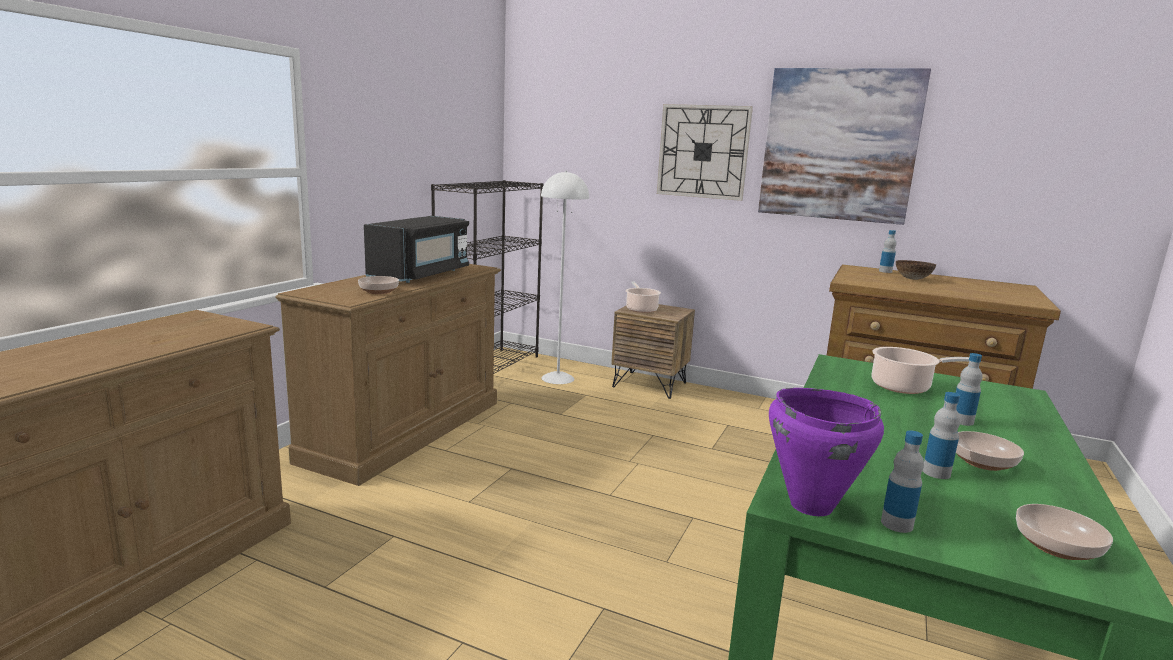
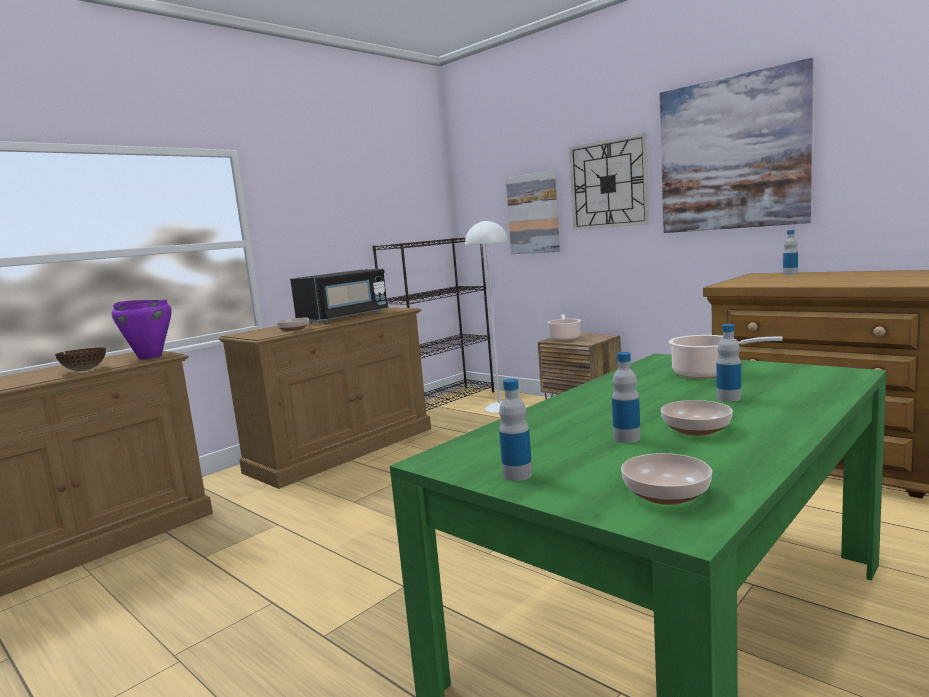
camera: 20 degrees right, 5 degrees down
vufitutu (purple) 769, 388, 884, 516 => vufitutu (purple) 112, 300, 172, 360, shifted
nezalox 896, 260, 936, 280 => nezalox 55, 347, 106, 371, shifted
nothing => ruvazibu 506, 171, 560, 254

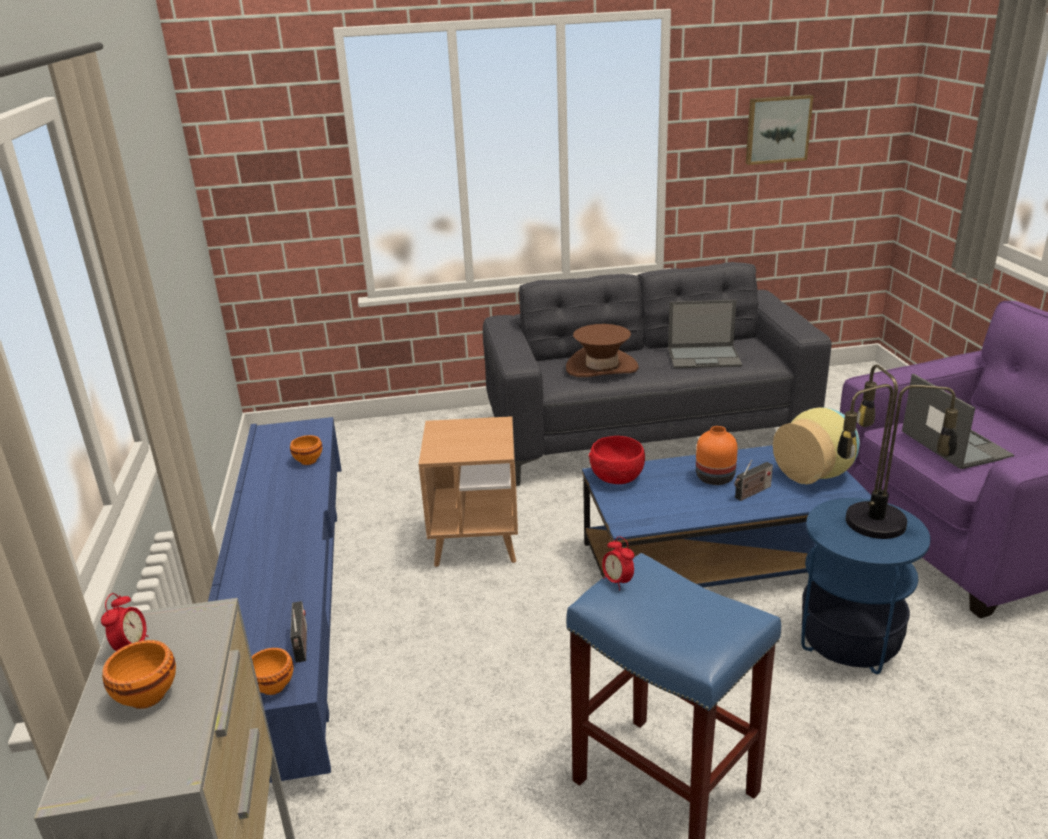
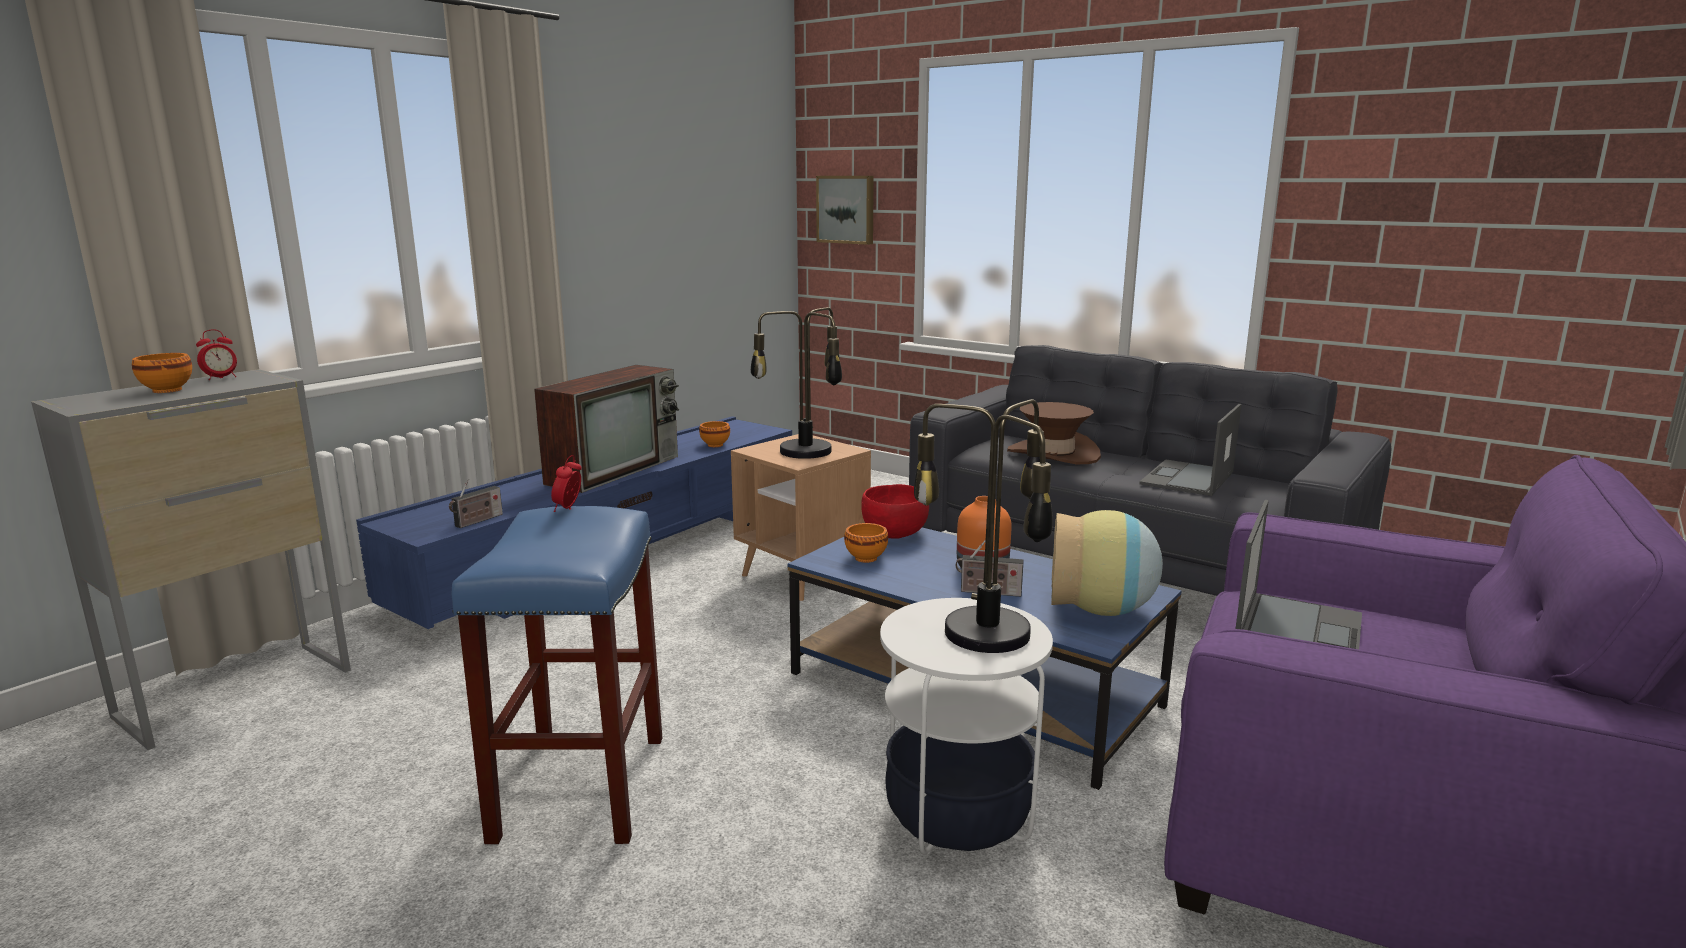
camera: 45 degrees right, 10 degrees down
nezalox (orange) 252, 648, 294, 695 => nezalox (orange) 844, 523, 888, 563, shifted
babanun 668, 300, 742, 369 => babanun 1140, 404, 1241, 496, 75 degrees clockwise
ruvazibu 746, 95, 813, 165 => ruvazibu 816, 176, 874, 245, shifted
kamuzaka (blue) 801, 498, 931, 674 => kamuzaka (white) 880, 598, 1053, 854
nothing => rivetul 534, 365, 679, 493
nothing => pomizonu 751, 307, 842, 459

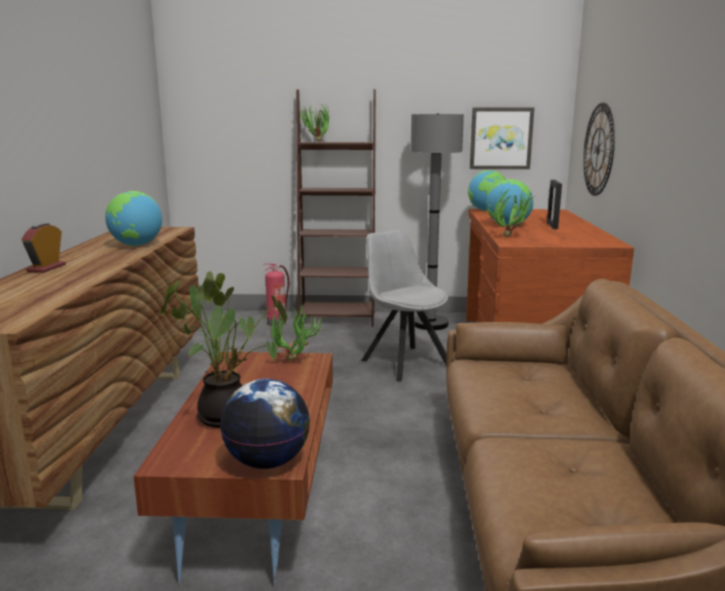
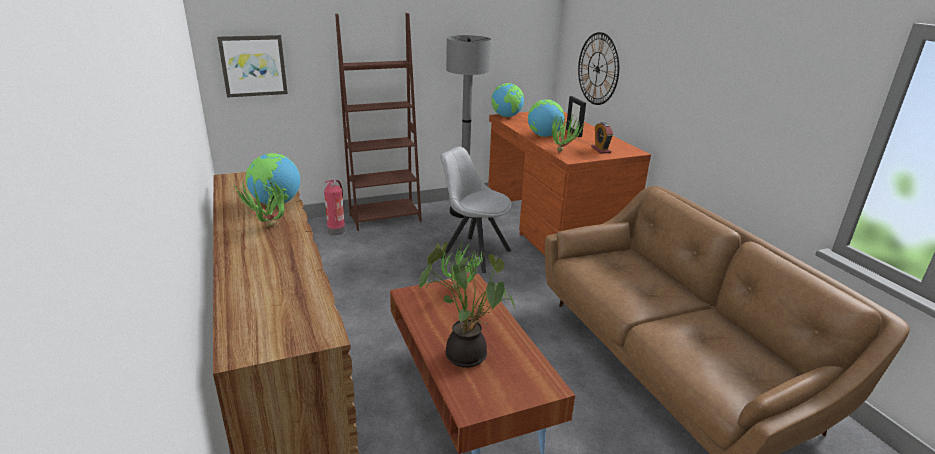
camera: 25 degrees left, 10 degrees up
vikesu 21, 223, 66, 273 => vikesu 591, 122, 613, 154, shifted
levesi 220, 379, 310, 469 => nothing
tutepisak 299, 104, 329, 142 => tutepisak 234, 178, 284, 227, shifted
ruvazibu 470, 107, 534, 169 => ruvazibu 217, 35, 288, 98, shifted

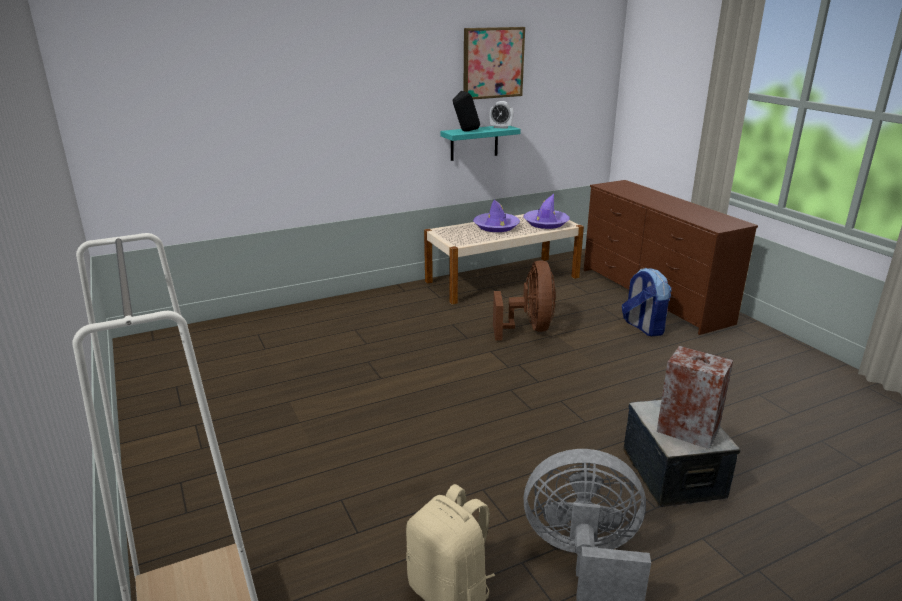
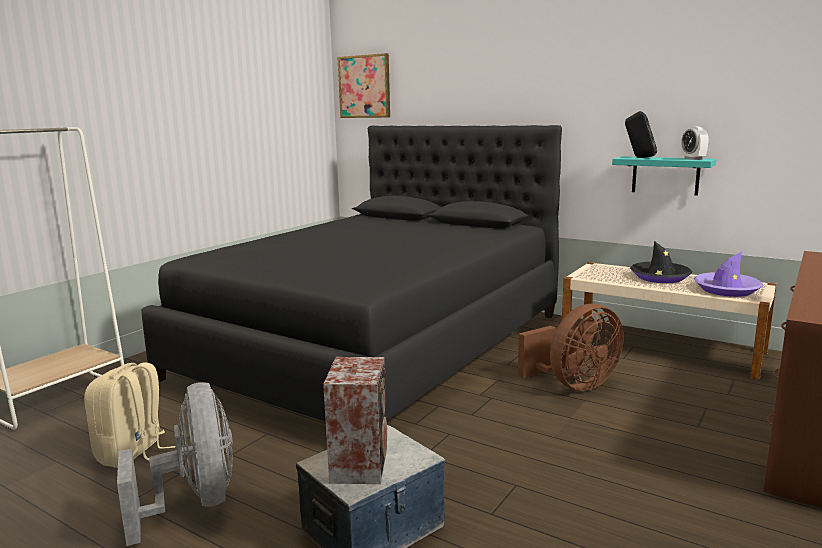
camera: 60 degrees right, 10 degrees down
ruvazibu 463, 27, 525, 100 => ruvazibu 338, 53, 390, 118, shifted
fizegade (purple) 473, 199, 520, 232 => fizegade (black) 630, 241, 692, 283
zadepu 622, 268, 672, 336 => nothing
nothing => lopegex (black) 141, 125, 562, 422

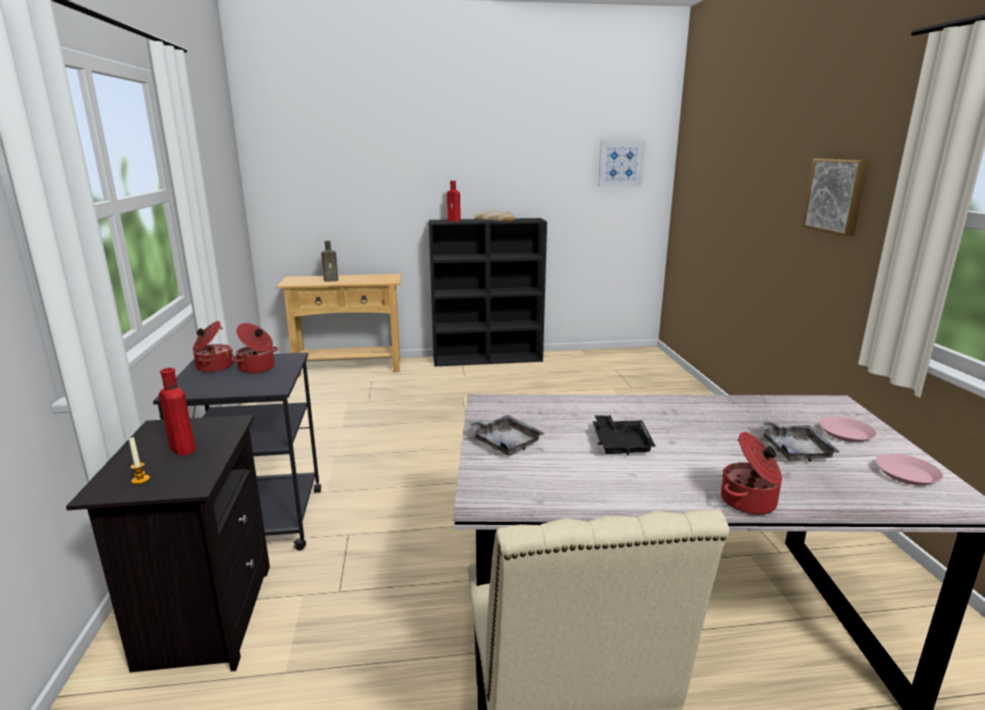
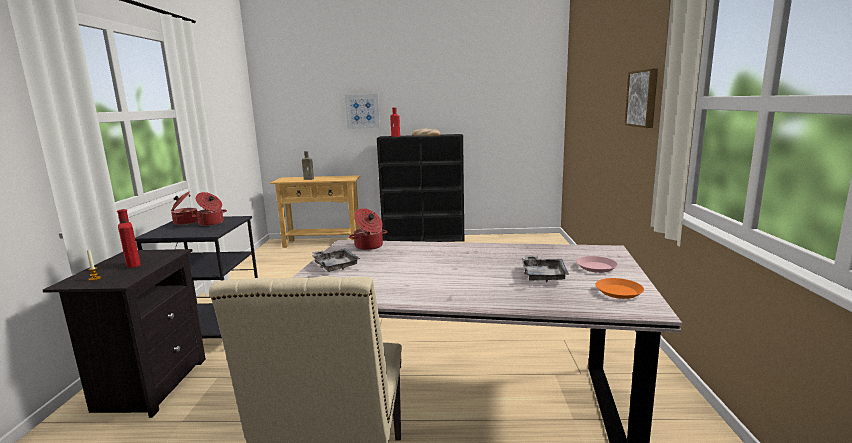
camera: 10 degrees right, 5 degrees down
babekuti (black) 593, 415, 656, 456 => nothing
ruvazibu 598, 140, 645, 187 => ruvazibu 345, 94, 380, 129, shifted
vufitutu 721, 432, 782, 515 => vufitutu 349, 208, 387, 250, shifted
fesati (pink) 875, 454, 943, 485 => fesati (orange) 595, 278, 644, 299

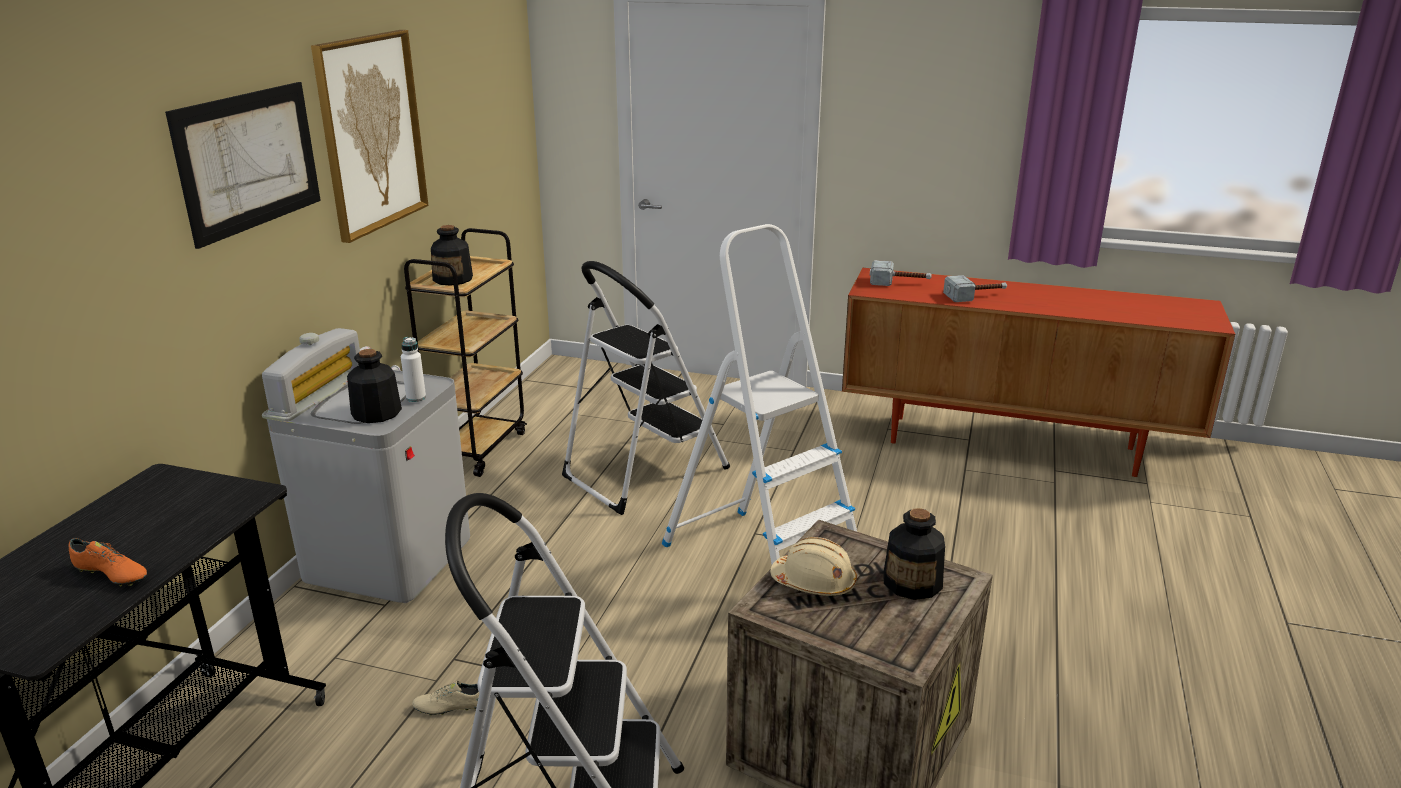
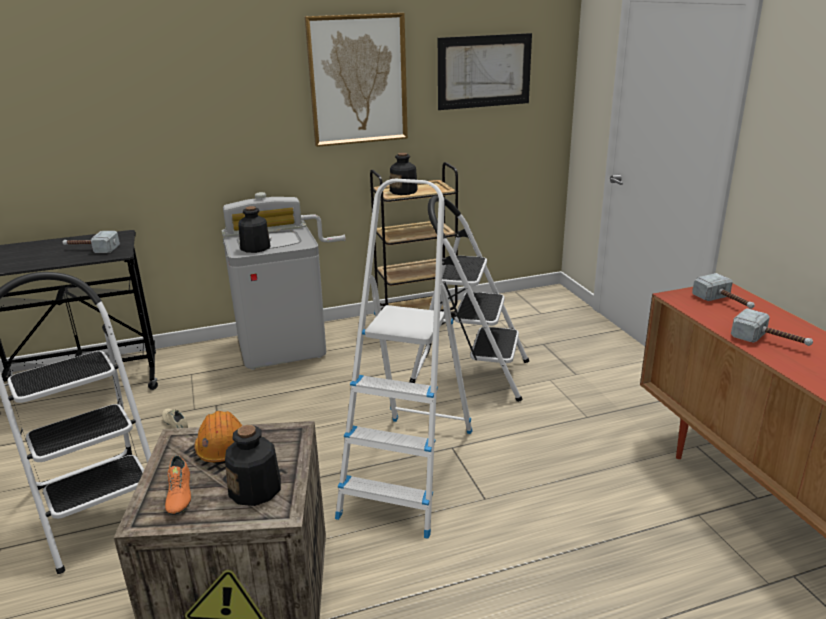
camera: 55 degrees right, 0 degrees up
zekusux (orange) 69, 538, 147, 587 => zekusux (orange) 165, 455, 191, 515, shifted
ruvazibu 165, 82, 321, 249 => ruvazibu 438, 33, 532, 110, shifted
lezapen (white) 401, 337, 426, 402 => nothing
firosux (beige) 770, 537, 857, 596 => firosux (orange) 195, 411, 242, 464
nothing => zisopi 62, 231, 120, 253

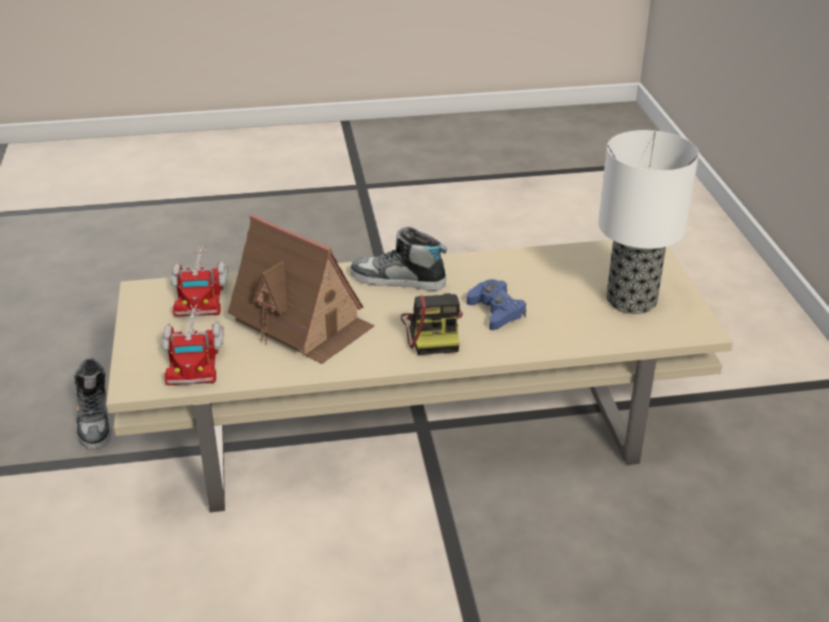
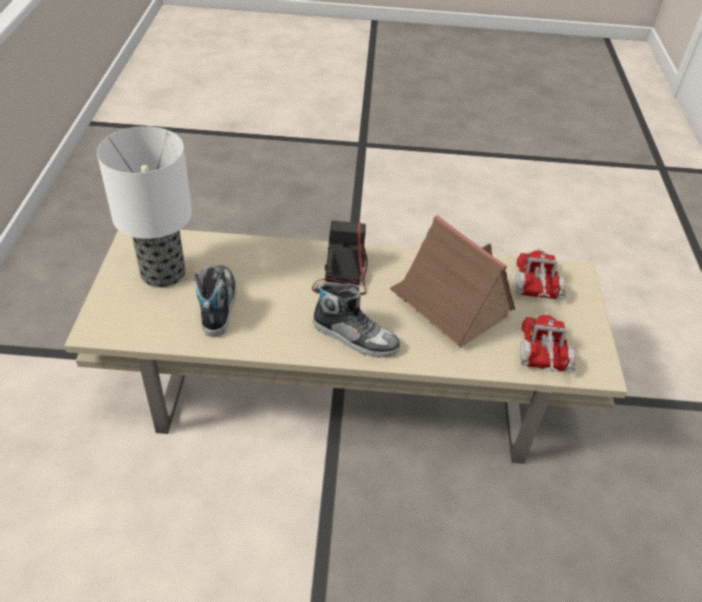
camera: 170 degrees left, 10 degrees up
zekusux 74, 358, 112, 449 => zekusux 194, 265, 236, 337, shifted
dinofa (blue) 467, 279, 526, 330 => nothing

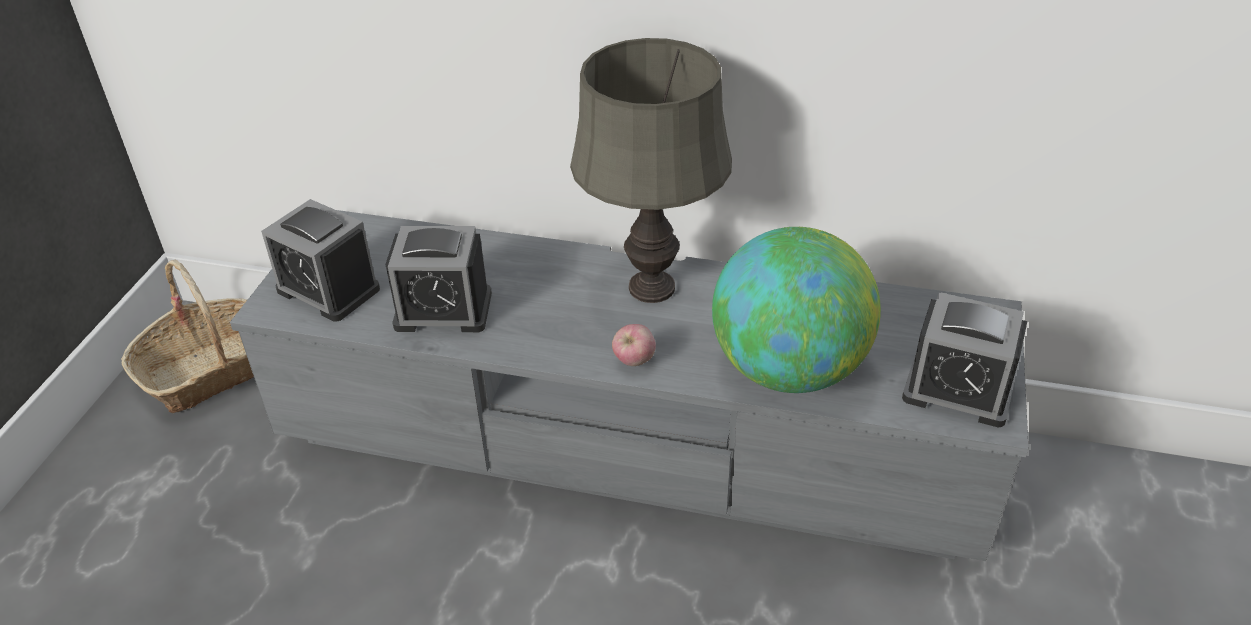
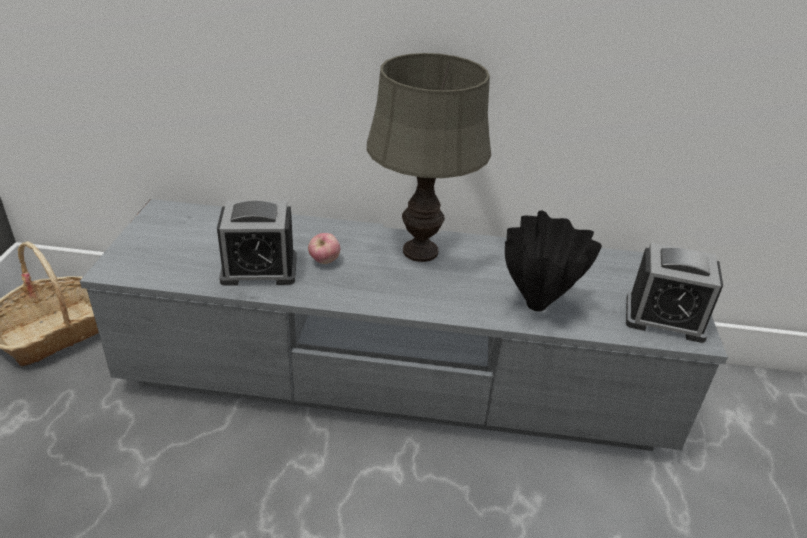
camera: 10 degrees left, 5 degrees down
vikesu 261, 199, 380, 322 => nothing
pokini 612, 324, 656, 366 => pokini 308, 233, 340, 264, shifted
levesi 712, 227, 881, 393 => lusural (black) 505, 210, 602, 311

